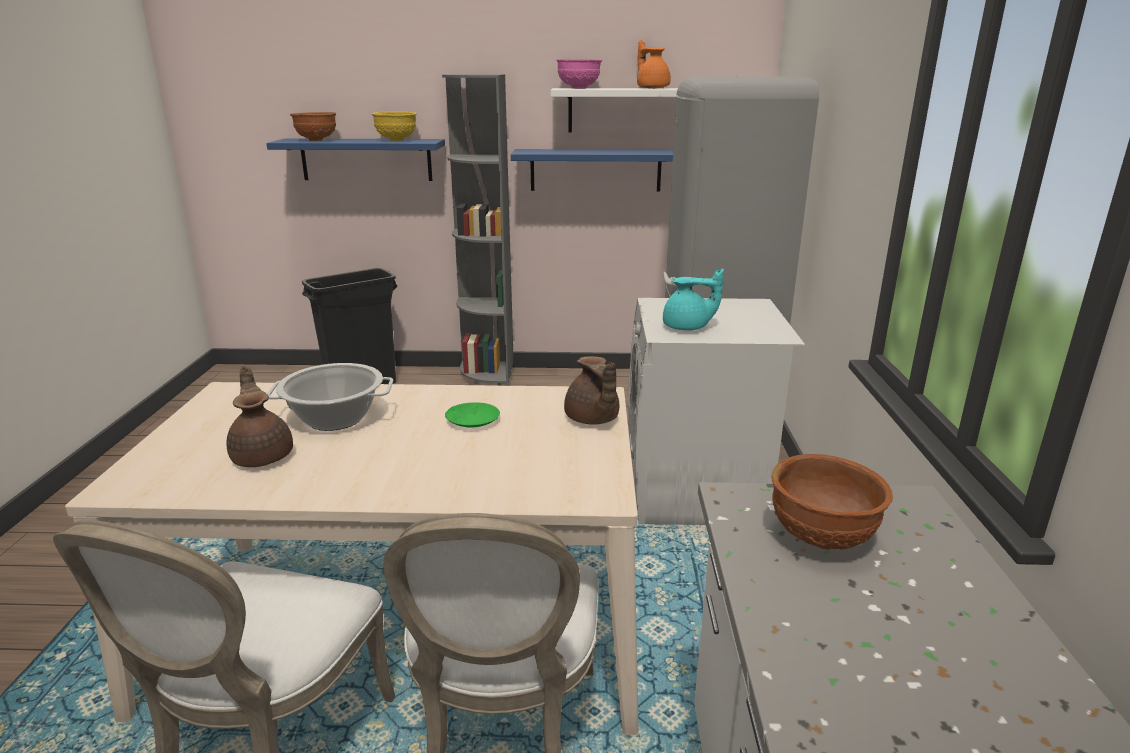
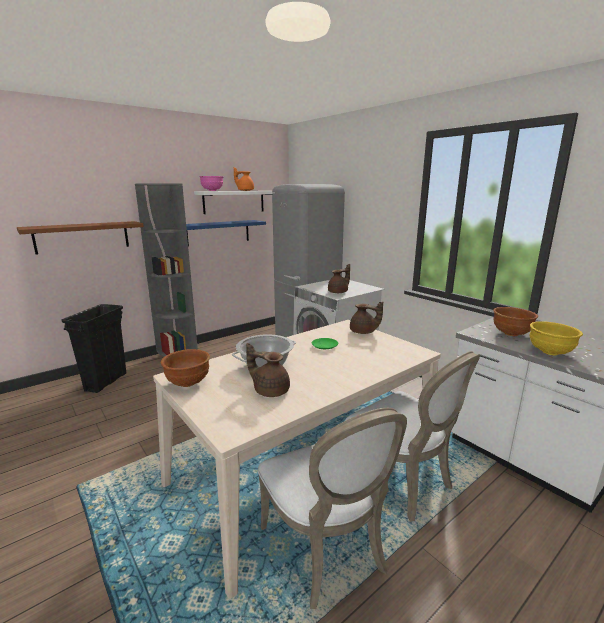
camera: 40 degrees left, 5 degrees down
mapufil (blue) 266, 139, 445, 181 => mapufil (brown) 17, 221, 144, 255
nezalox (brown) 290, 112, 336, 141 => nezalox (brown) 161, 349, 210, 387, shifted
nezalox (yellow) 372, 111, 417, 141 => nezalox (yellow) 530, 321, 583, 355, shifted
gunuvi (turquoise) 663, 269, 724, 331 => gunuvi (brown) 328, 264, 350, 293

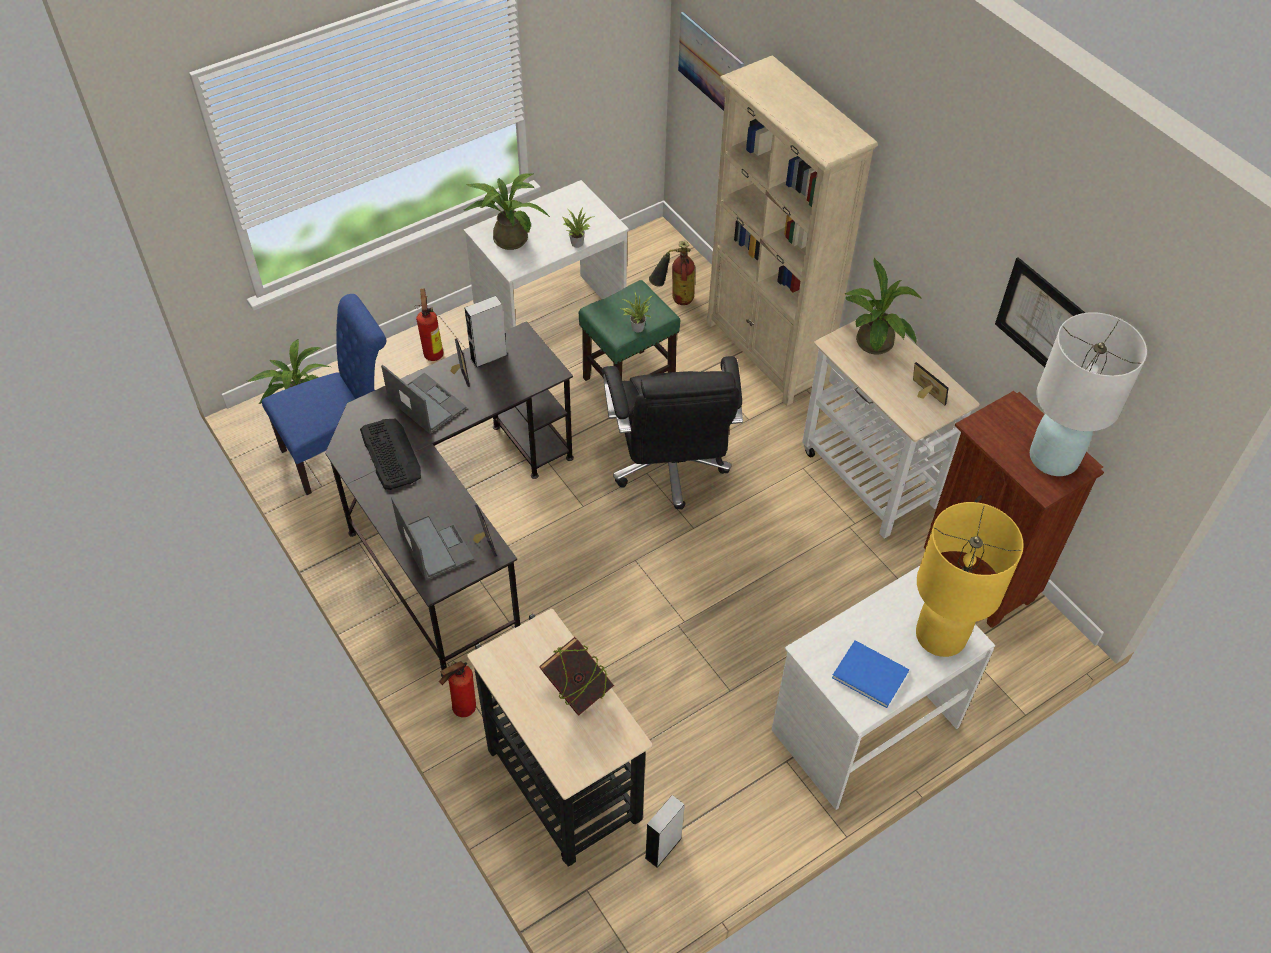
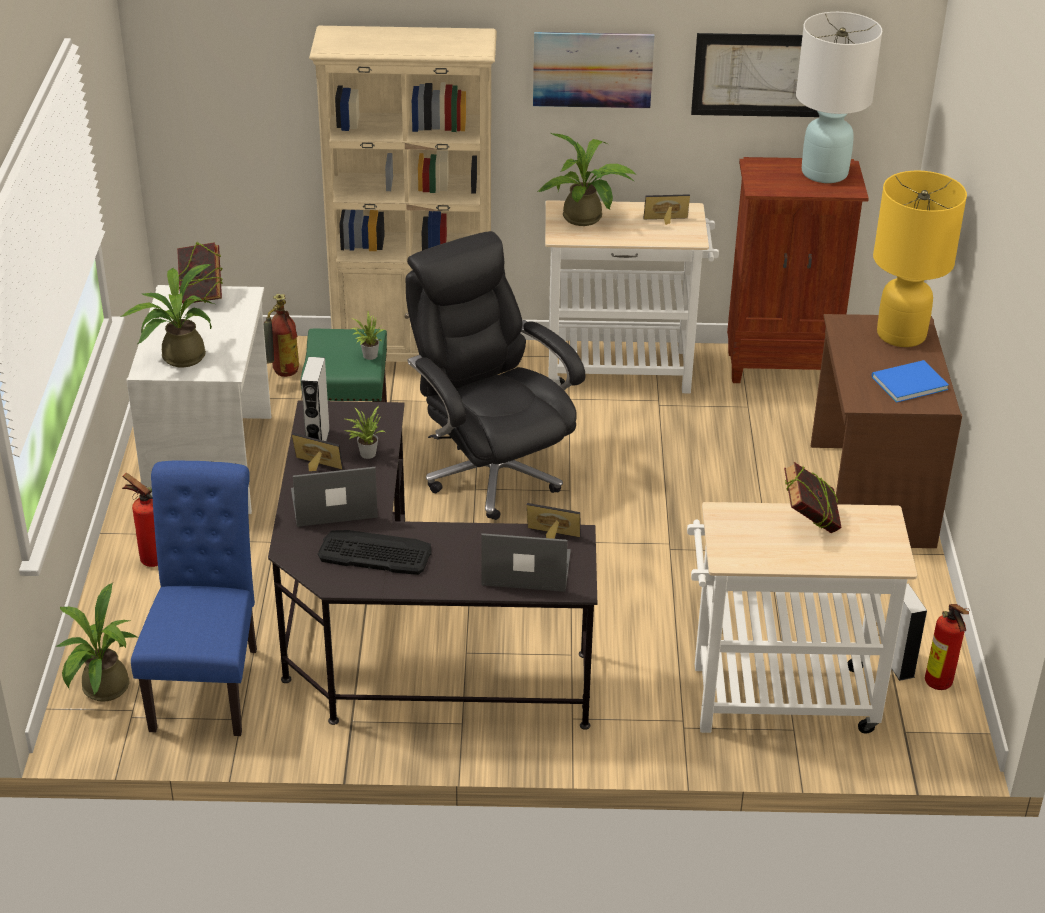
camera: 55 degrees left, 15 degrees down
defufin 439, 661, 476, 717 => defufin 925, 604, 969, 690, shifted
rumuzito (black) 467, 609, 652, 866 => rumuzito (white) 687, 502, 917, 733
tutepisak 562, 208, 595, 248 => tutepisak 344, 406, 386, 459, shifted
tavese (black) 602, 356, 743, 510 => tavese (black) 406, 231, 585, 520, 150 degrees counterclockwise
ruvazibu 678, 12, 744, 111 => ruvazibu 533, 32, 655, 108, shifted
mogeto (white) 772, 566, 995, 810 => mogeto (brown) 811, 314, 962, 548
nothing => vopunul 177, 242, 223, 303

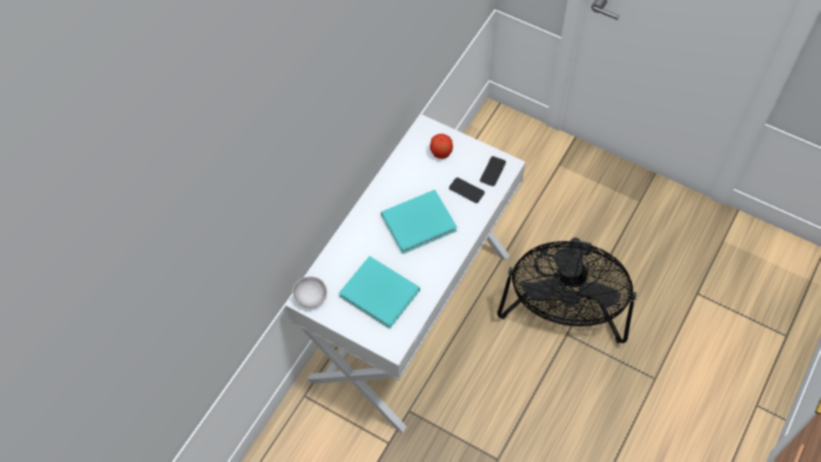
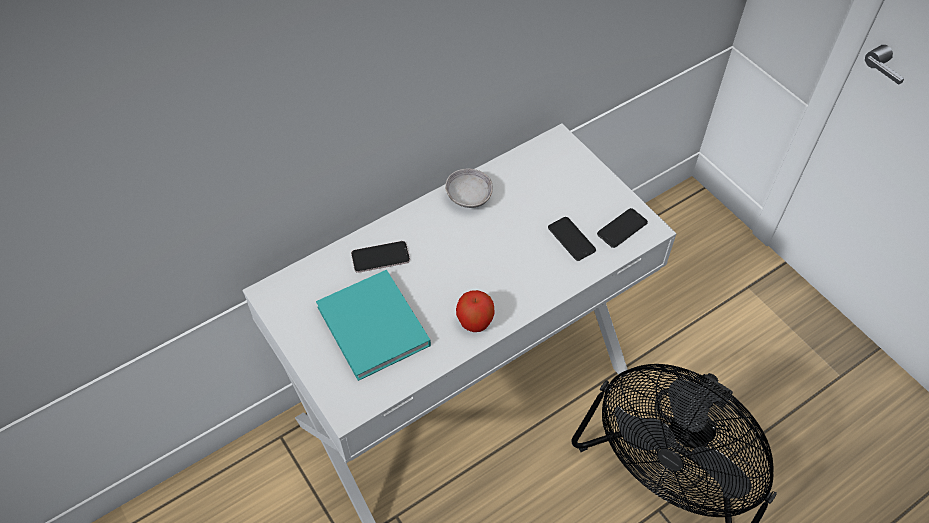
camera: 25 degrees right, 5 degrees down
nezalox (grey) 292, 276, 327, 308 => nezalox (grey) 445, 168, 493, 208, shifted
vopunul (turquoise) 381, 190, 457, 254 => nothing
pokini 430, 134, 453, 159 => pokini 456, 290, 495, 332, shifted
nothing => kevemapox 351, 241, 410, 273

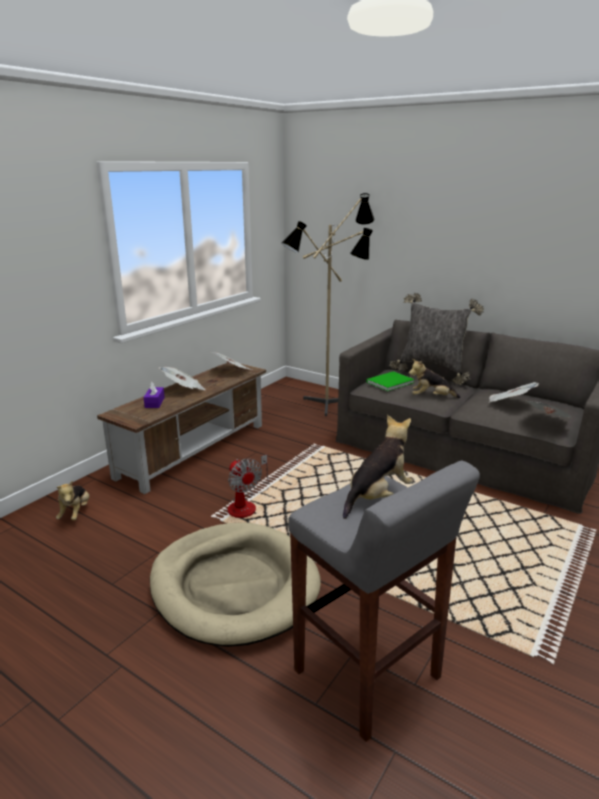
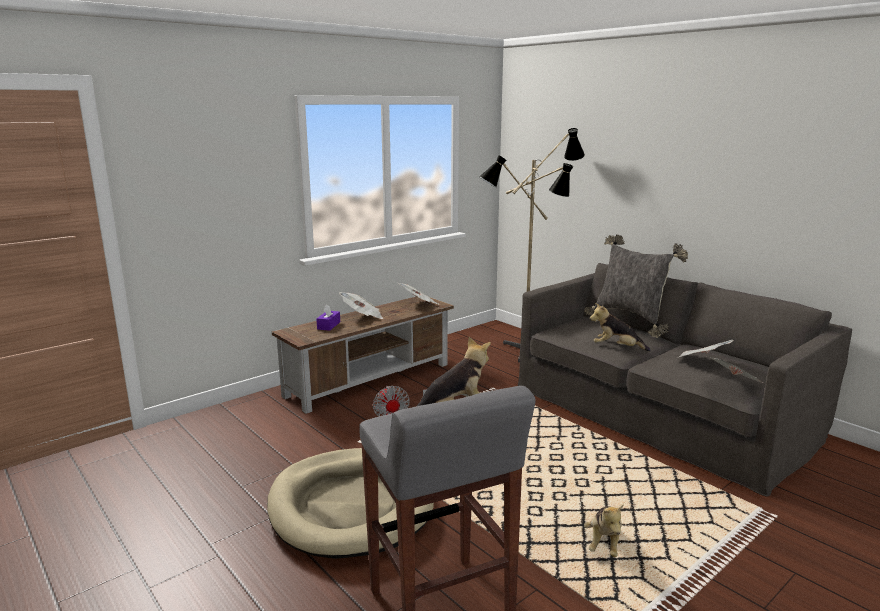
camera: 15 degrees right, 5 degrees down
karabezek 56, 480, 89, 521 => karabezek 584, 504, 624, 557, shifted
vopunul (green) 366, 371, 415, 391 => nothing

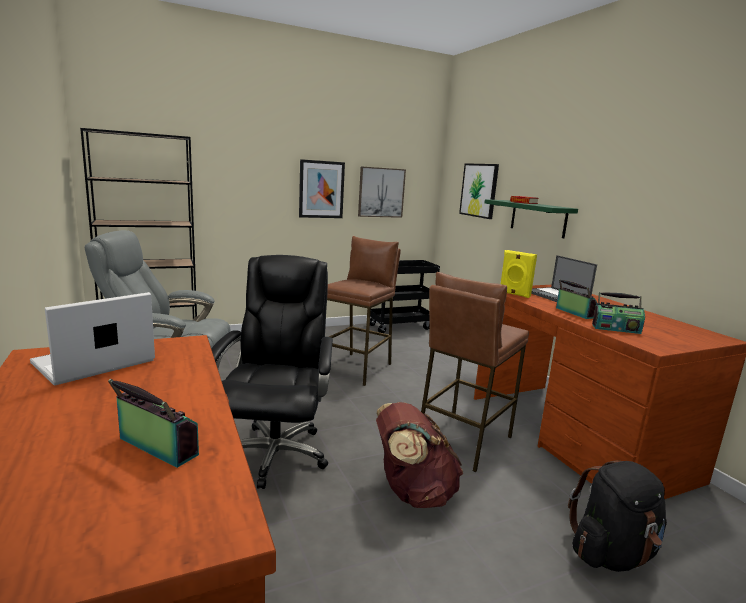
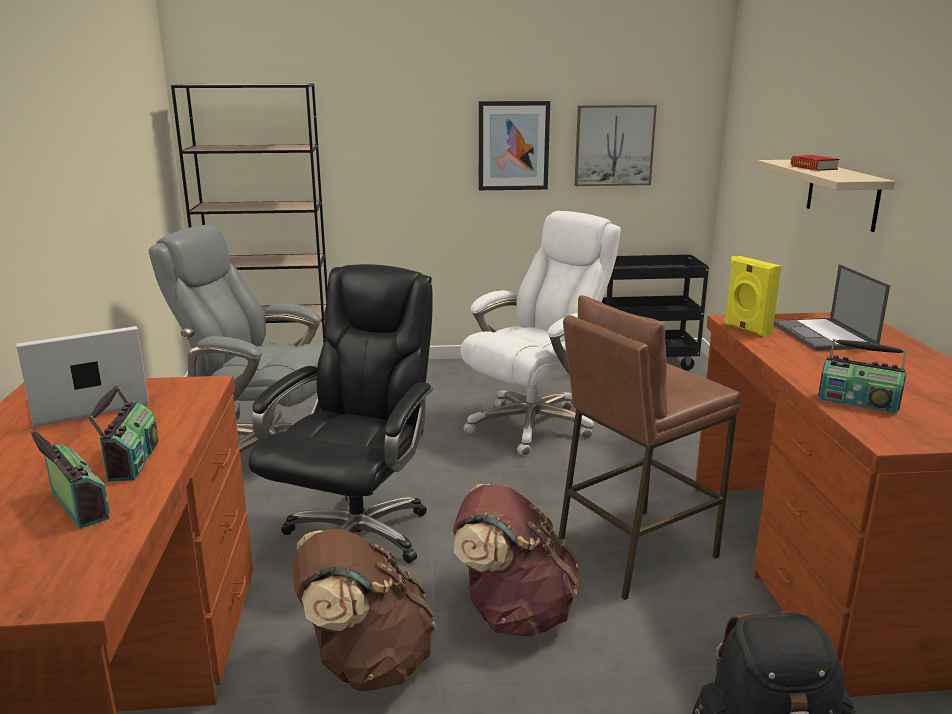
camera: 20 degrees right, 5 degrees up
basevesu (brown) 327, 236, 401, 386 => tavese (white) 460, 211, 621, 456
ruvazibu 459, 163, 499, 219 => nothing
mapufil (green) 485, 199, 578, 238 => mapufil (beige) 757, 160, 895, 232
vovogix 556, 279, 597, 319 => vovogix 88, 385, 159, 482, shifted
nothing => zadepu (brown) 292, 529, 436, 691

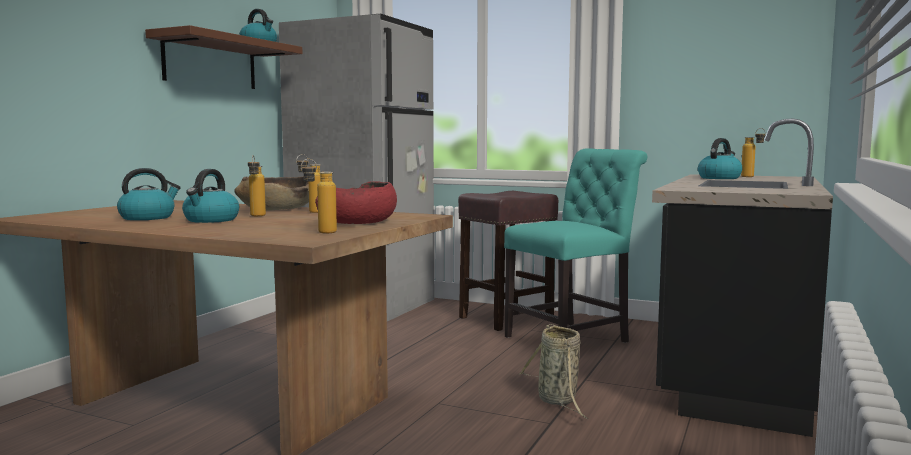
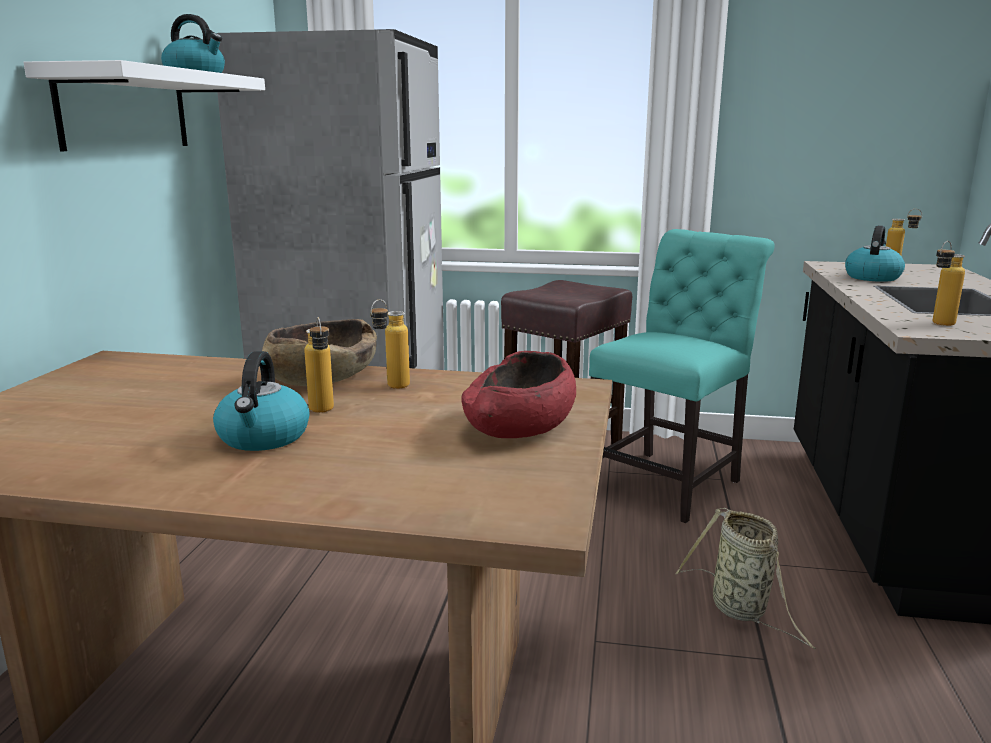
camera: 15 degrees left, 10 degrees up
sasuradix 117, 168, 181, 220 => nothing
mapufil (brown) 145, 25, 303, 89 => mapufil (white) 23, 60, 265, 151
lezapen 301, 159, 337, 233 => lezapen 933, 241, 965, 326, shifted

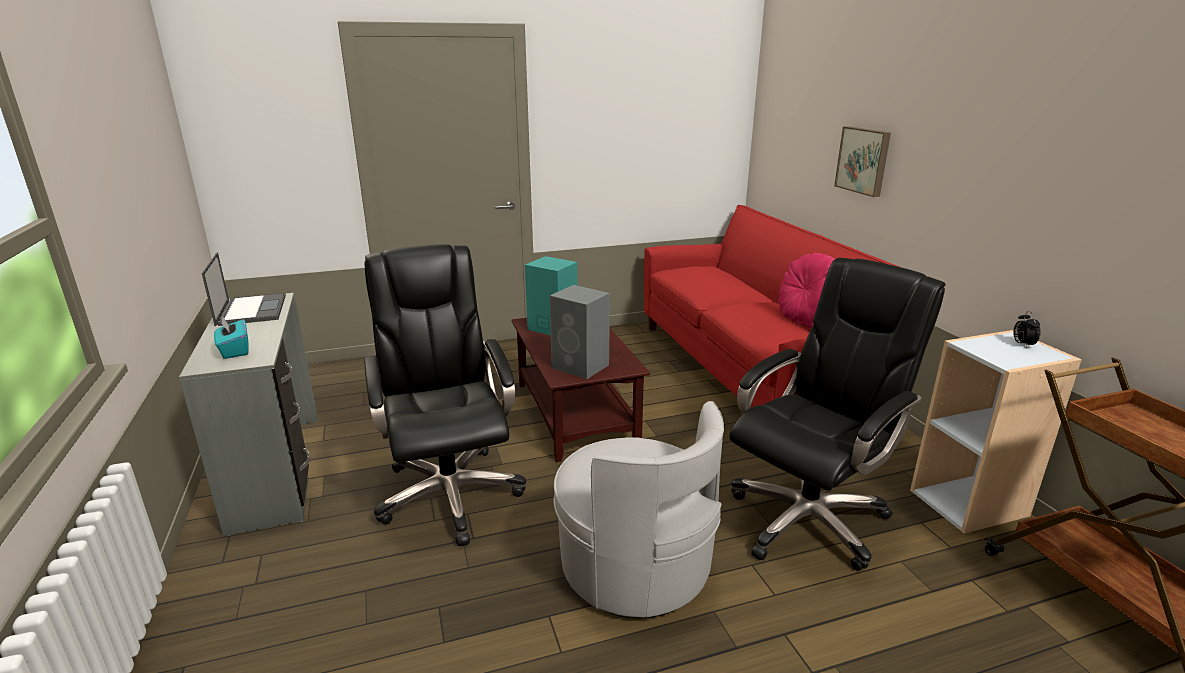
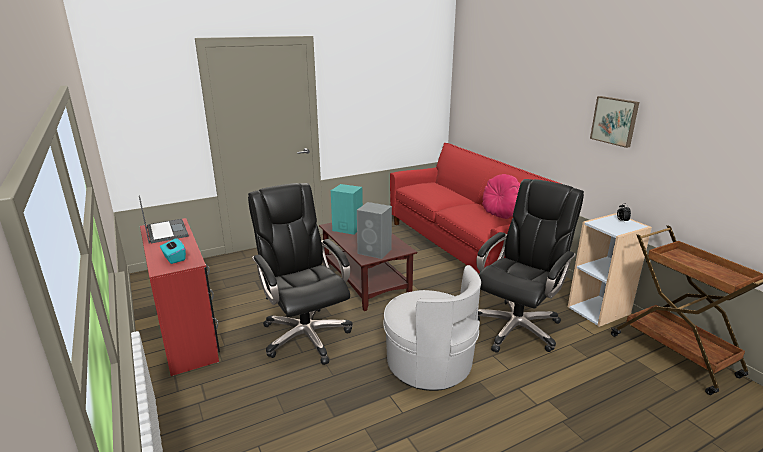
camera: 10 degrees left, 0 degrees up
mogeto (grey) 179, 293, 318, 536 => mogeto (red) 140, 218, 220, 376
ruvazibu 834, 126, 891, 197 => ruvazibu 590, 96, 639, 148, shifted

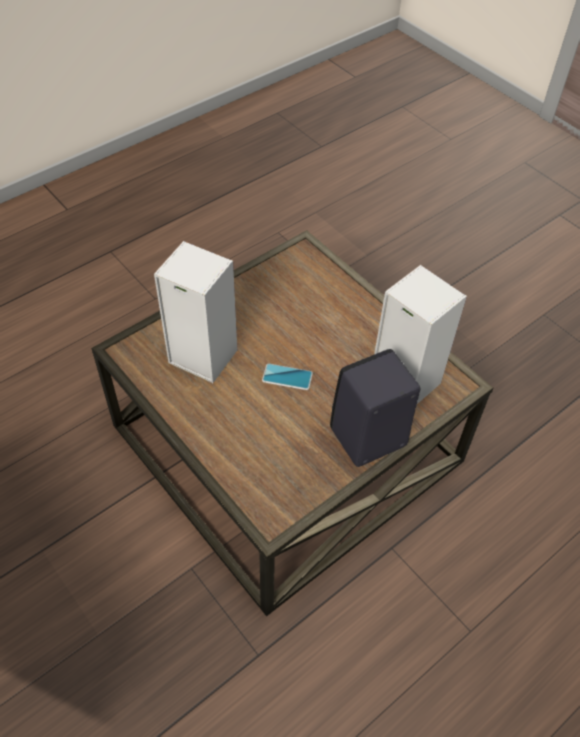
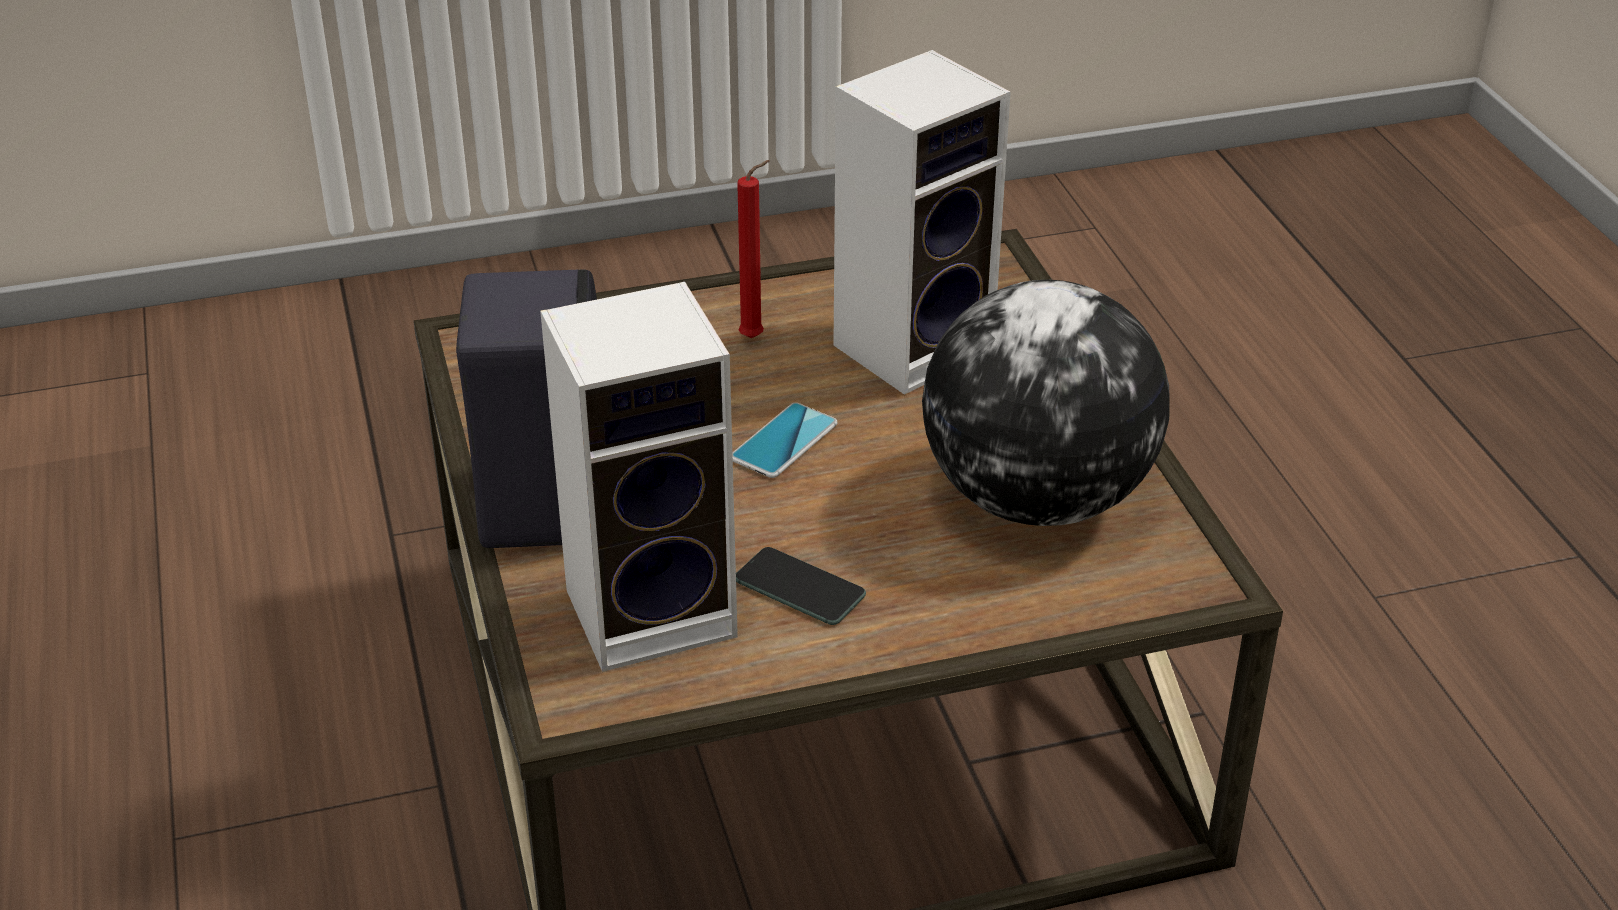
camera: 115 degrees right, 15 degrees down
nothing => kevemapox 736, 547, 866, 625
nothing => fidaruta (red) 737, 160, 770, 338
nothing => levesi 922, 280, 1170, 526

